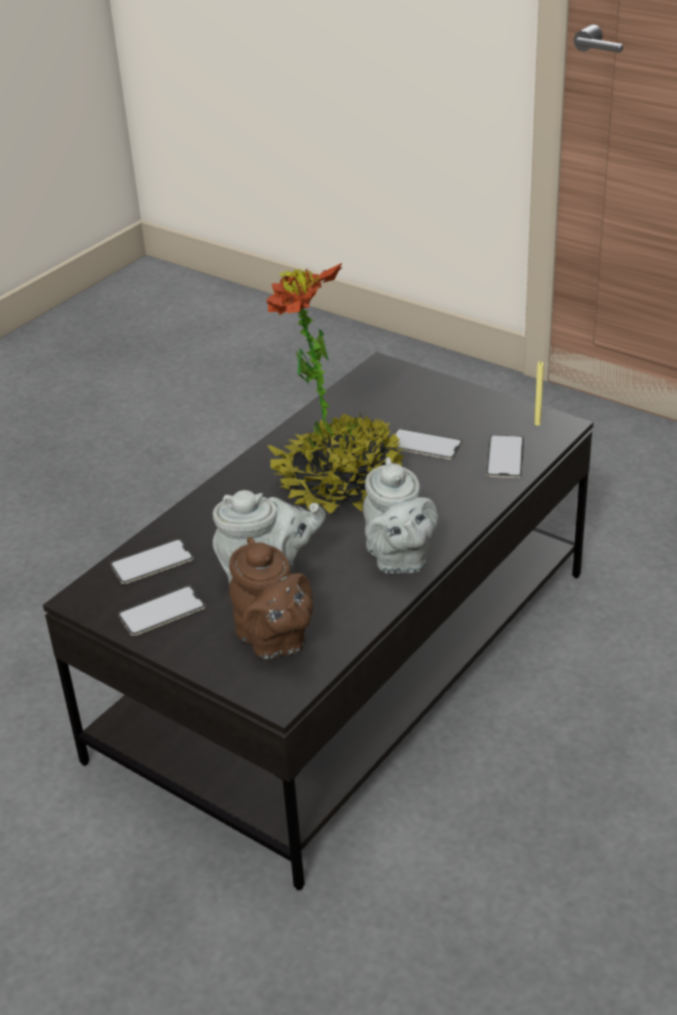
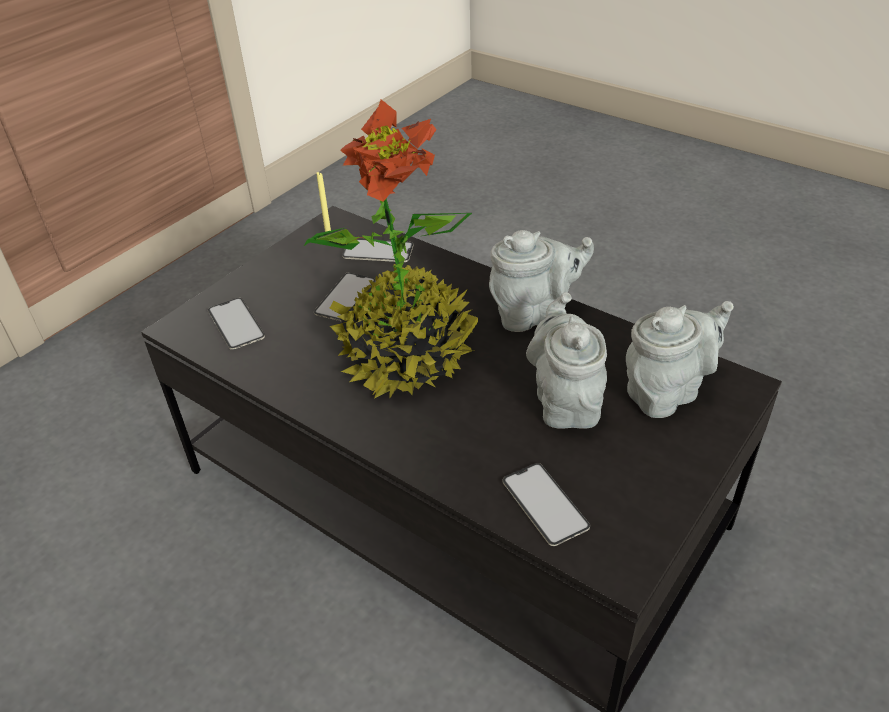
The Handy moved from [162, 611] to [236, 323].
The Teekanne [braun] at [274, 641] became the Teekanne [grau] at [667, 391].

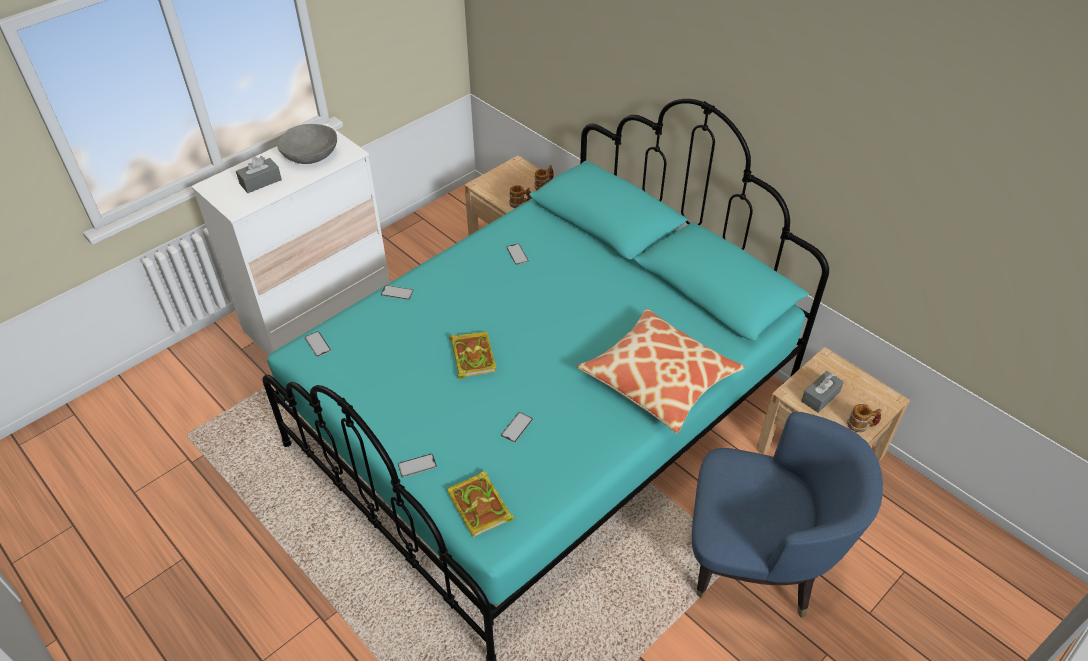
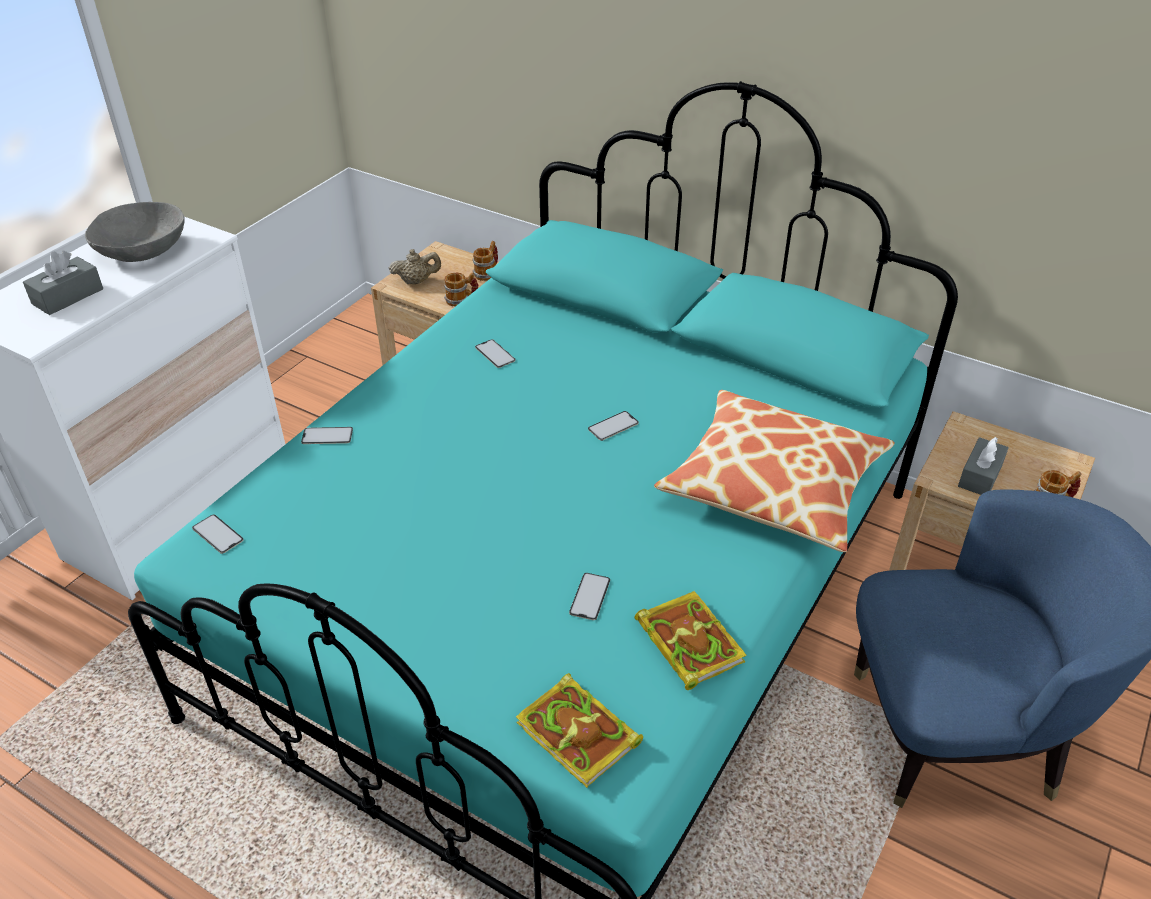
The Handy moved from [417, 465] to [613, 426].
The Buch moved from [472, 355] to [687, 641].
The Teekanne [beige] at [416, 281] appeared.

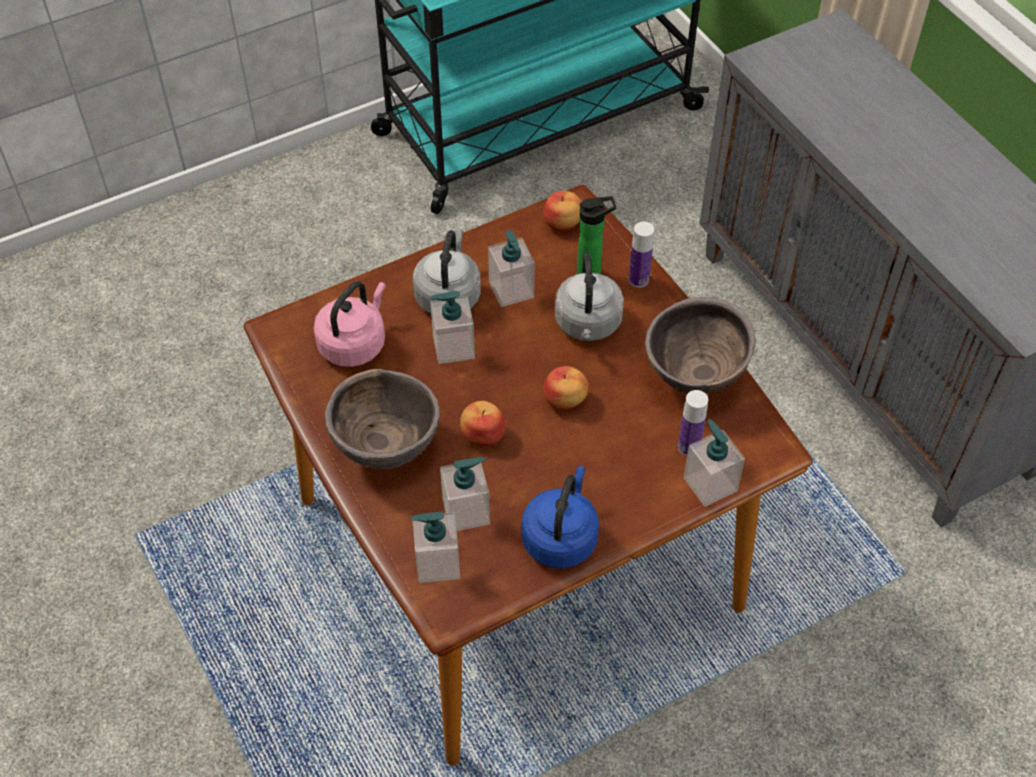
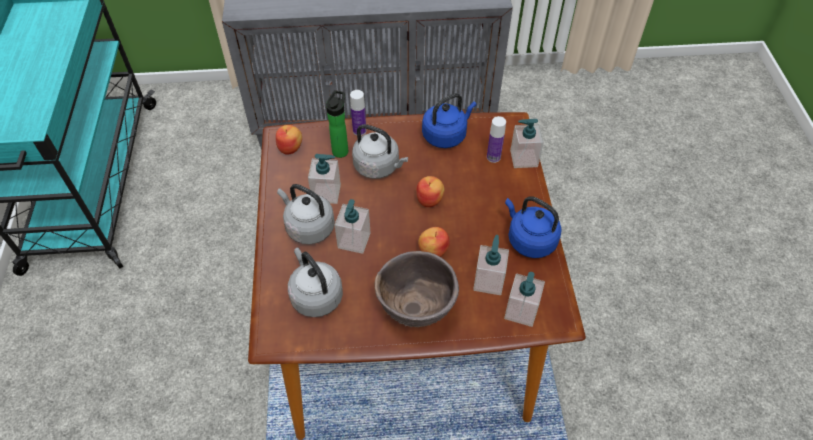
The Wasserkessel [rosa] at [354, 343] became the Wasserkessel [grau] at [315, 295].
The Schüssel [braun] at [694, 377] was replaced by the Wasserkessel [blau] at [446, 135].

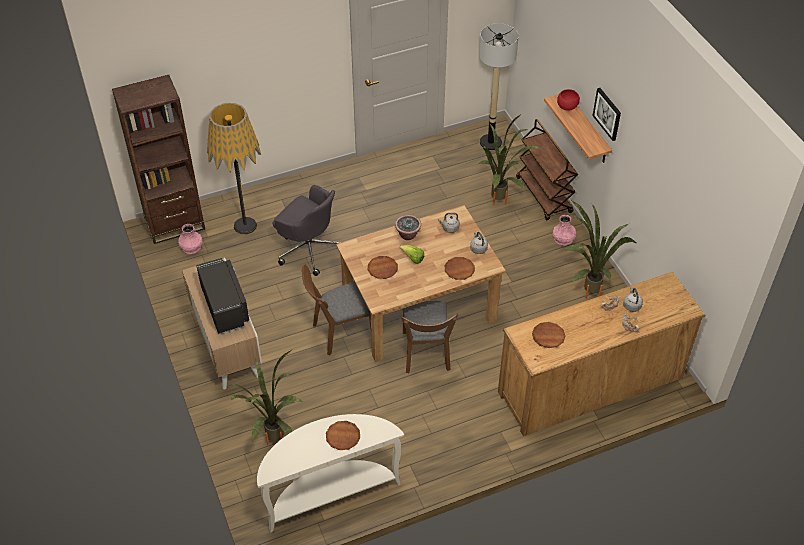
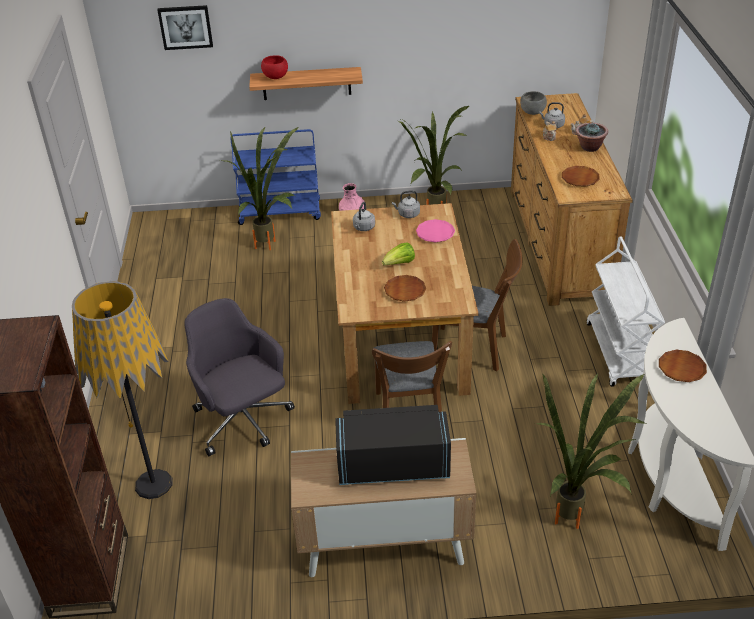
The Vase [rosa] at [191, 247] disappeared.
The Bürostuhl [grau] at [309, 248] turned 90 degrees counterclockwise.
The Topfpflanze moved from [407, 235] to [589, 147].
The Teller [braun] at [459, 270] became the Teller [rosa] at [435, 233].
The Stehlampe at [490, 142] disappeared.
The Rollwagen [braun] at [544, 195] became the Rollwagen [blau] at [280, 213].
The Bild moved from [607, 113] to [185, 27].
The Schüssel [grau] at [532, 112] appeared.
The Rollwagen [weiß] at [619, 353] appeared.

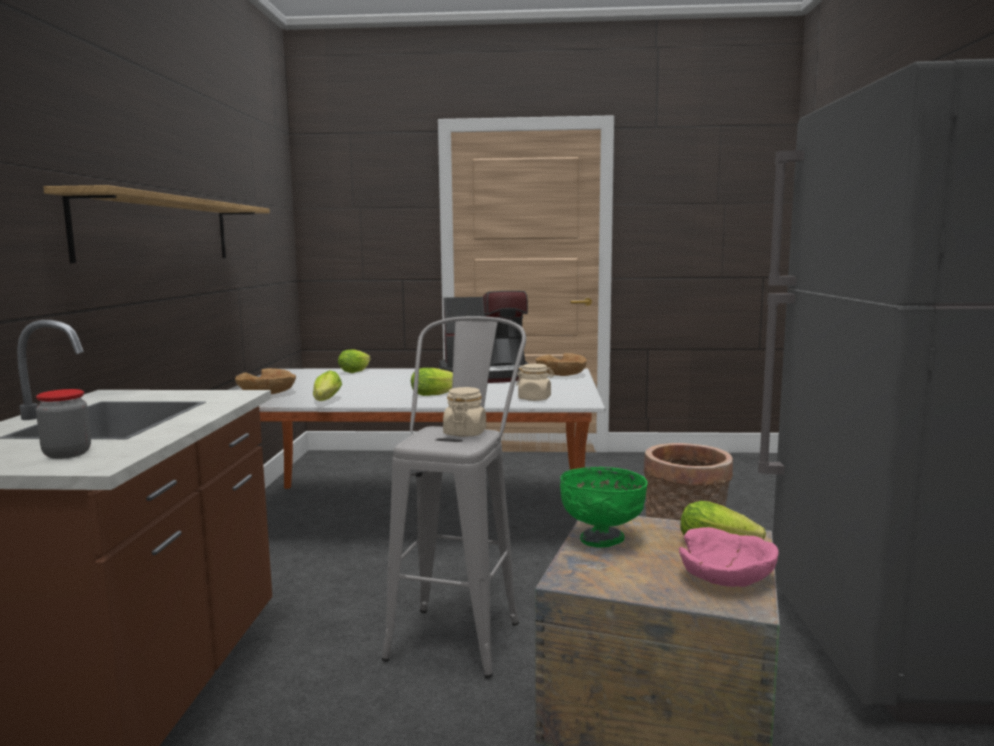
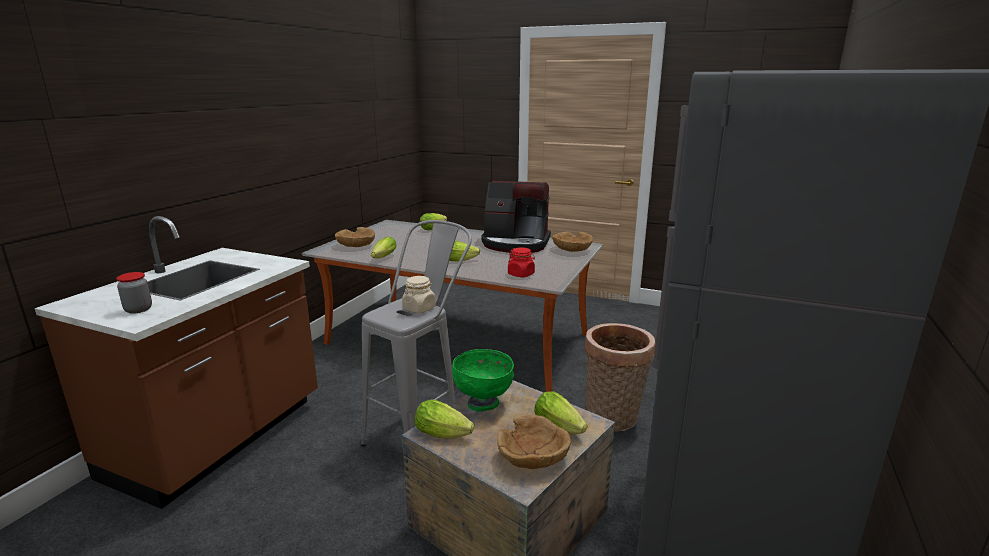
The Wandregal at [159, 230] disappeared.
The Vorratsglas [beige] at [535, 399] became the Vorratsglas [rot] at [521, 274].
The Schüssel [rosa] at [726, 578] became the Schüssel [braun] at [533, 457].
The Salatkopf at [445, 434] appeared.

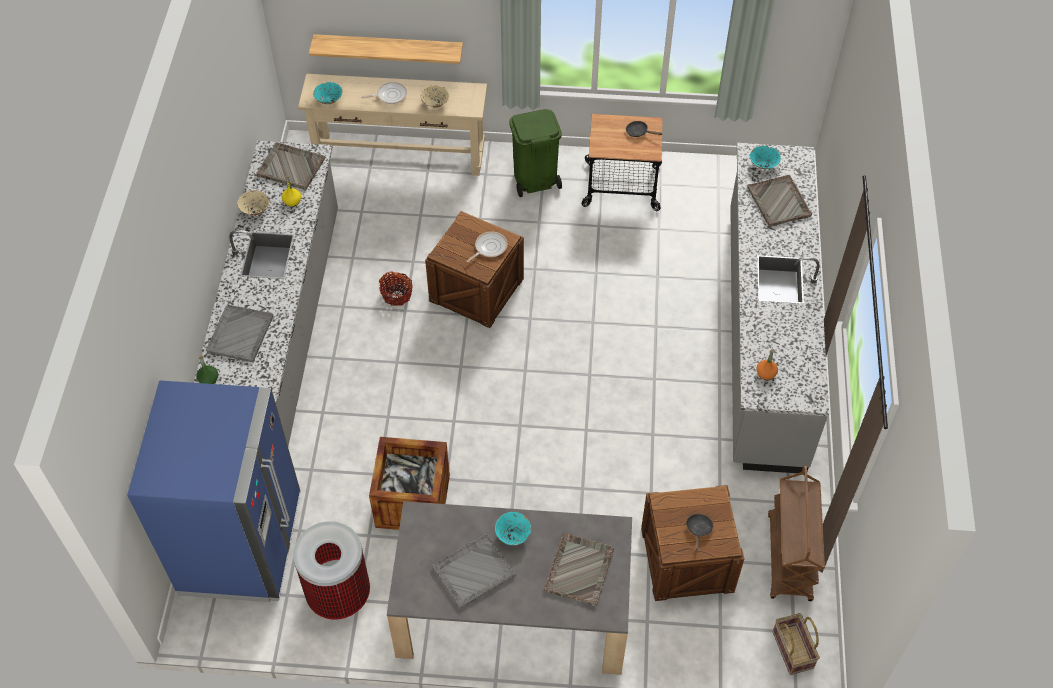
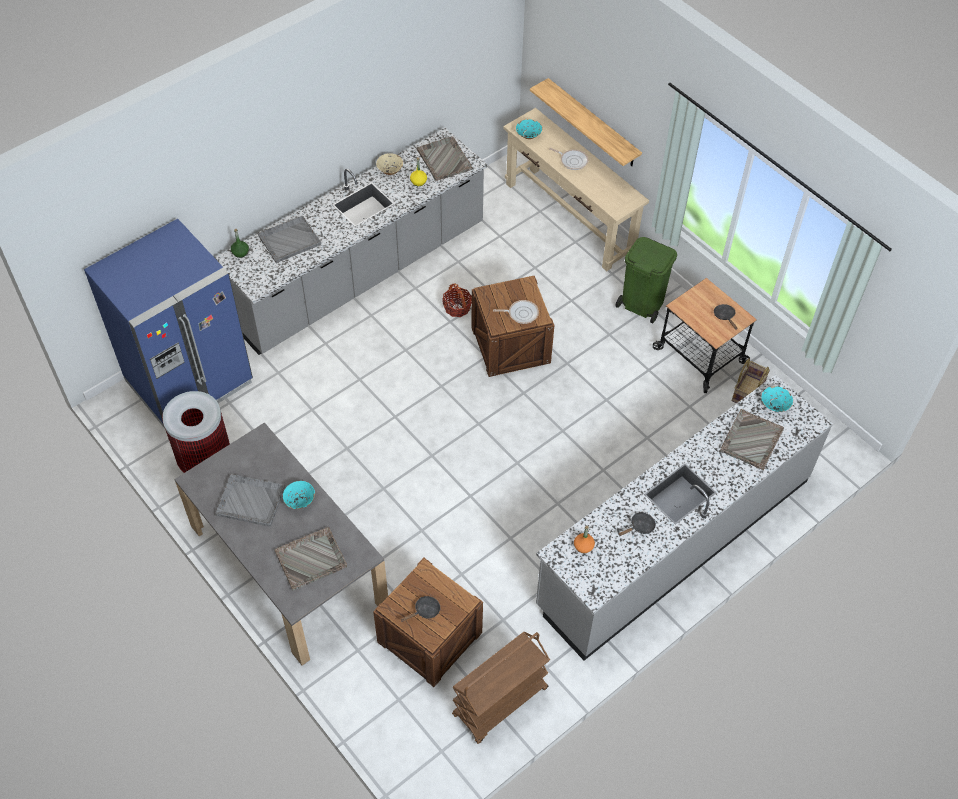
The Kiste at [413, 501] disappeared.
The Schüssel [beige] at [435, 103] disappeared.
The Korb moved from [791, 650] to [747, 391].
The Pfanne [schwarz] at [640, 526] appeared.

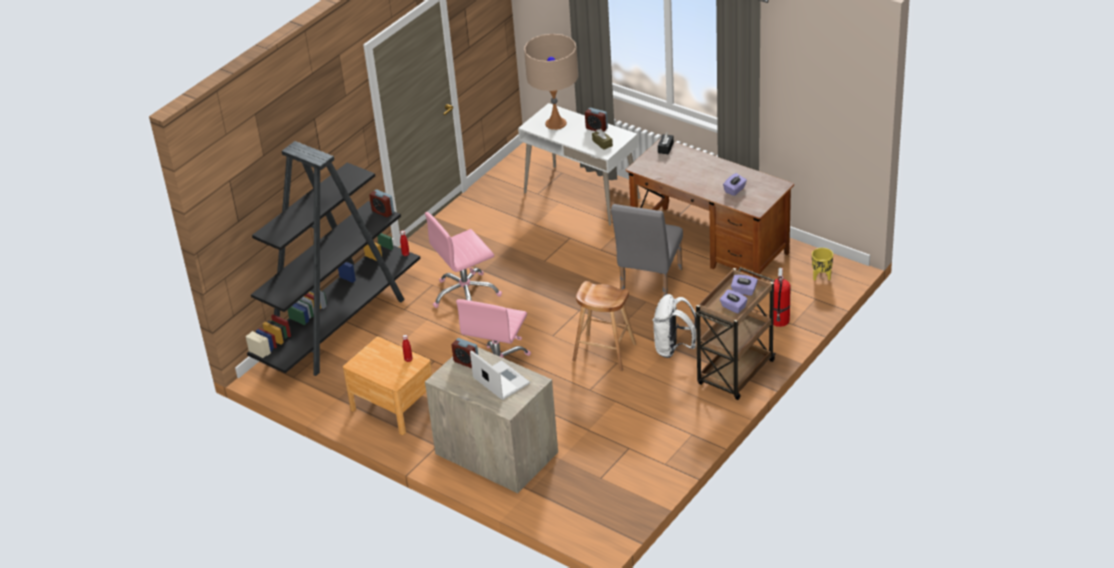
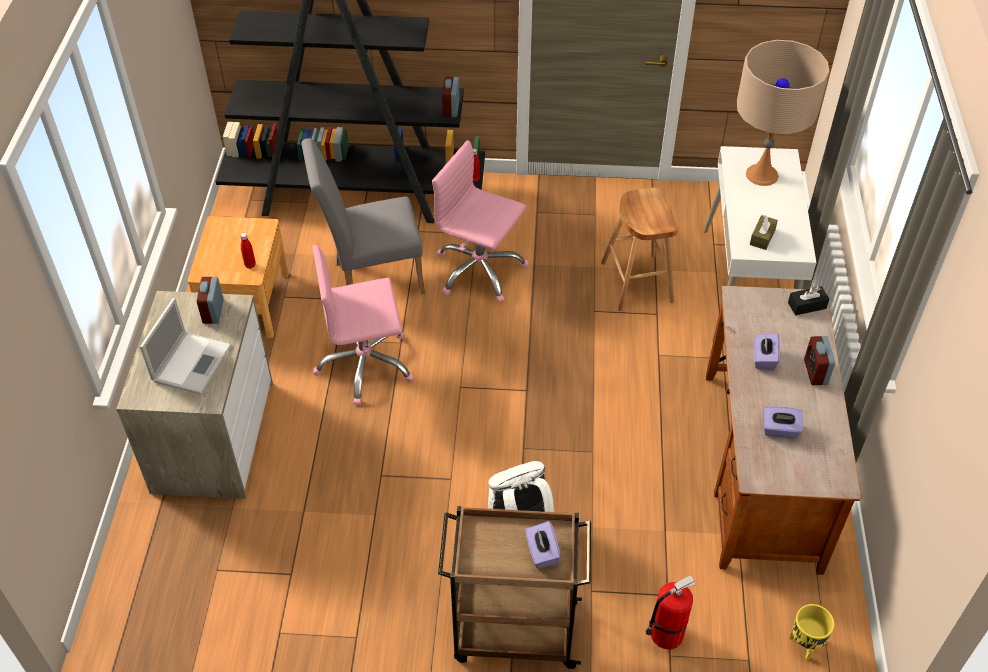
The Hocker [braun] moved from [604, 352] to [637, 282].
The Wecker moved from [596, 128] to [815, 372].
The Stuhl [grau] moved from [649, 286] to [371, 278].
The Taschentuchbox [lila] moved from [733, 307] to [763, 358].

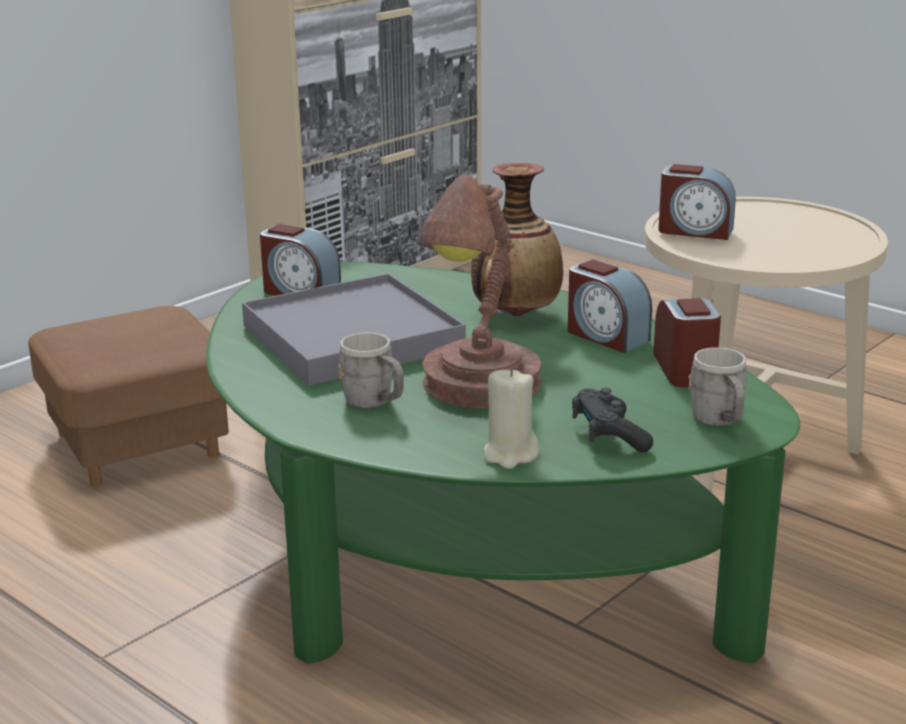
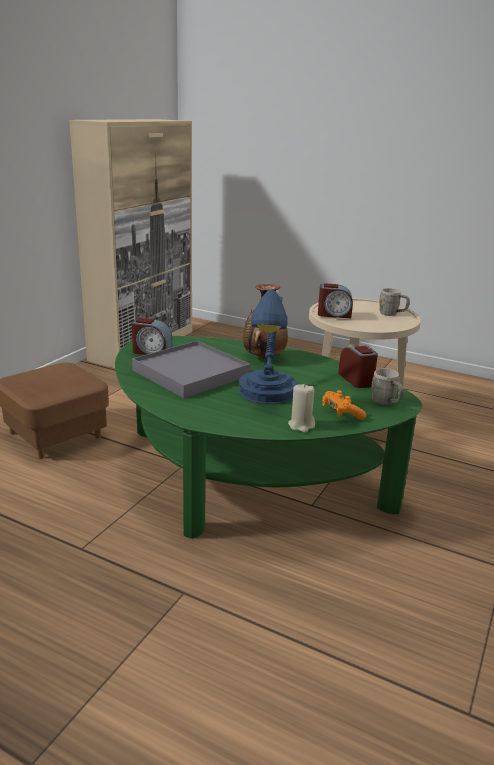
The Henkelbecher [grau] moved from [375, 403] to [392, 314].
The Tischlampe [braun] at [478, 387] became the Tischlampe [blau] at [267, 393].
The Wecker at [606, 336] disappeared.
The Gamepad [schwarz] at [609, 436] became the Gamepad [orange] at [341, 413].

